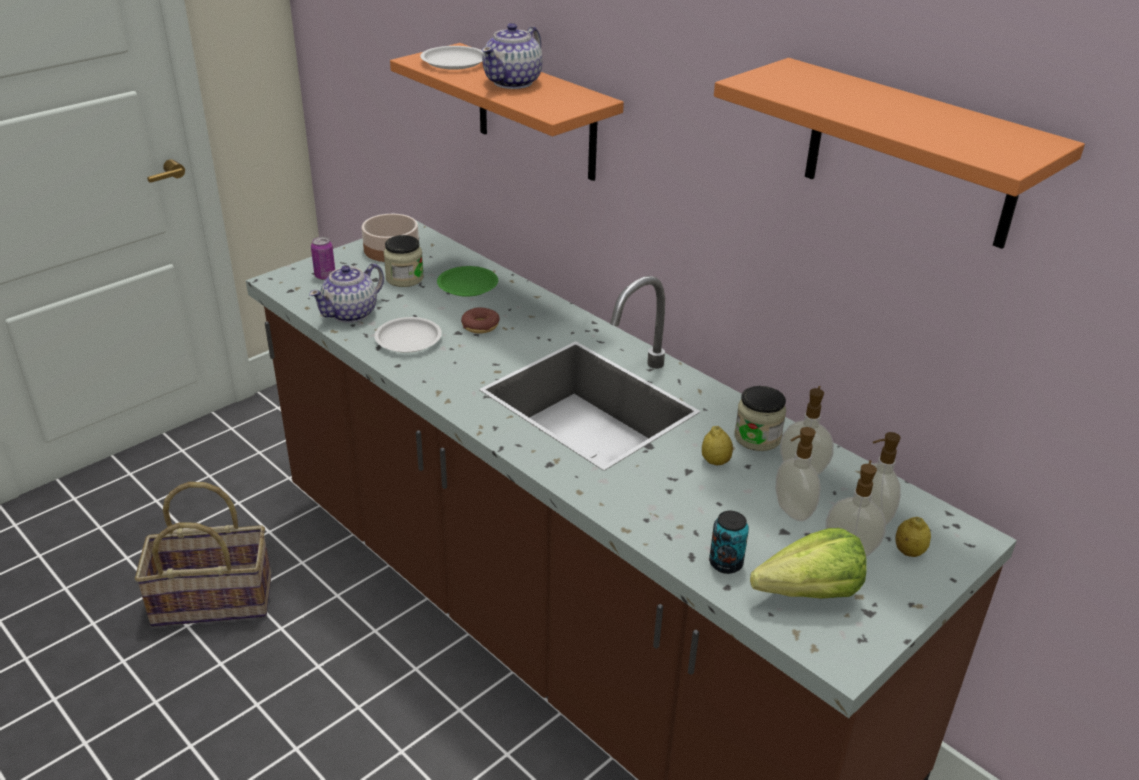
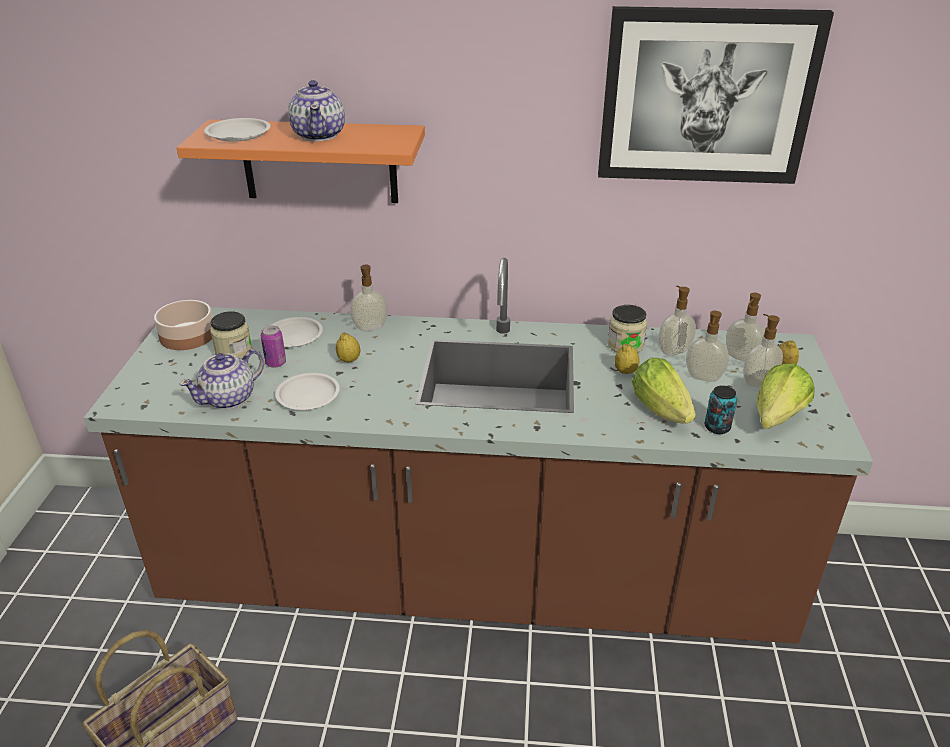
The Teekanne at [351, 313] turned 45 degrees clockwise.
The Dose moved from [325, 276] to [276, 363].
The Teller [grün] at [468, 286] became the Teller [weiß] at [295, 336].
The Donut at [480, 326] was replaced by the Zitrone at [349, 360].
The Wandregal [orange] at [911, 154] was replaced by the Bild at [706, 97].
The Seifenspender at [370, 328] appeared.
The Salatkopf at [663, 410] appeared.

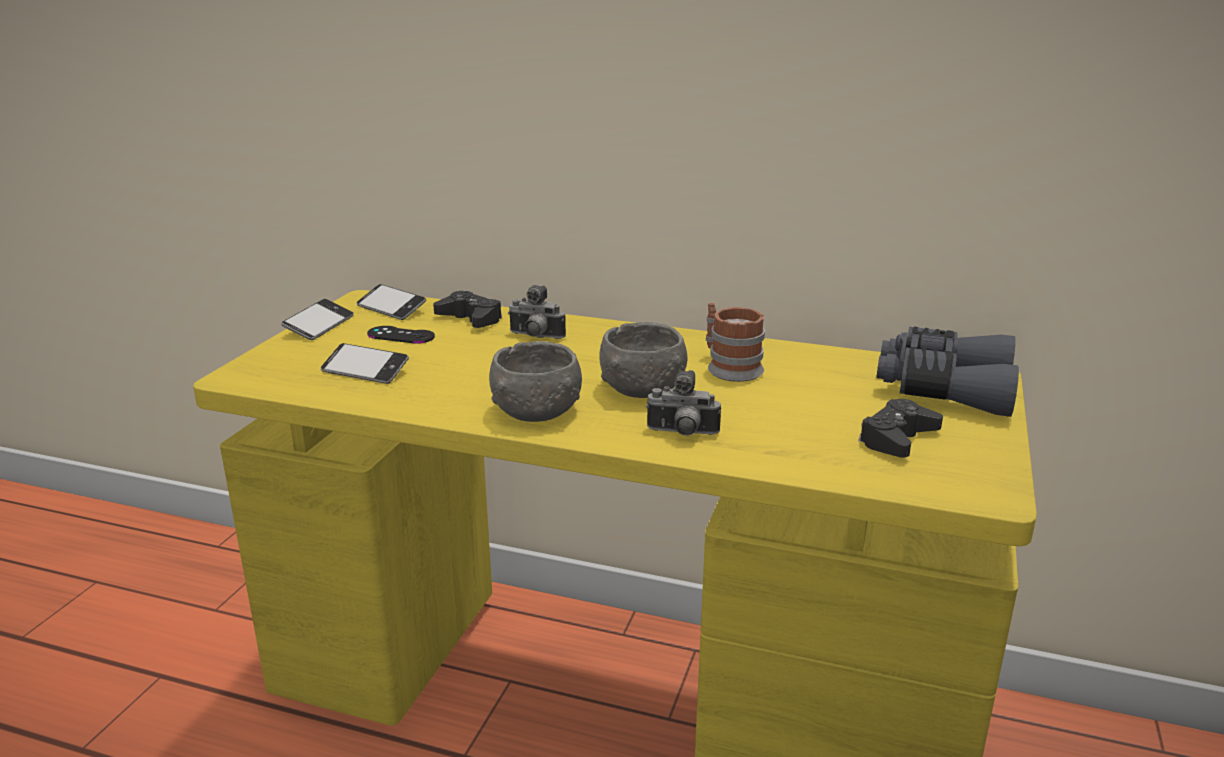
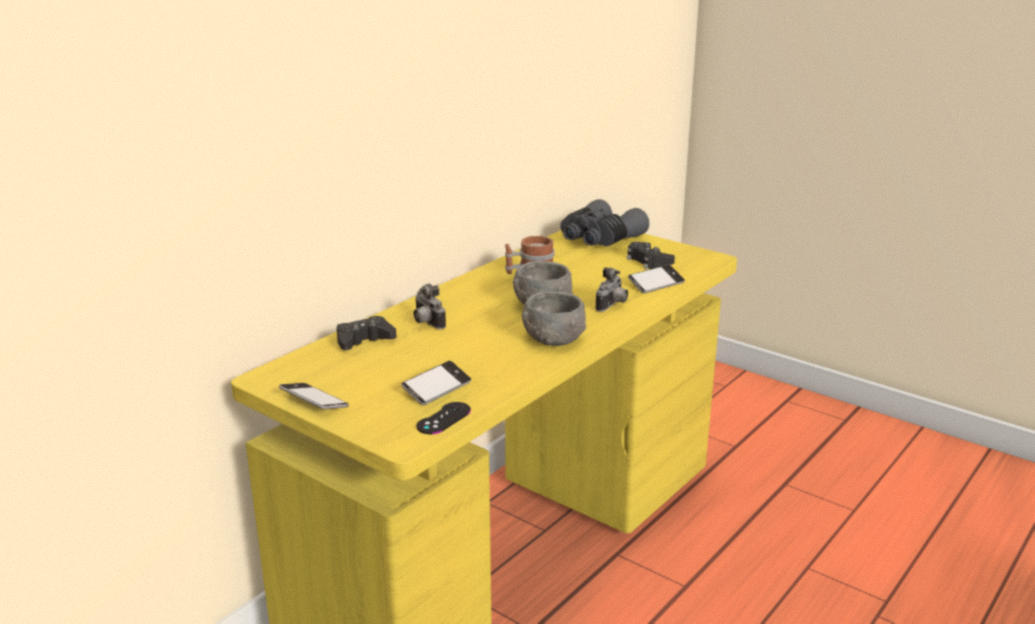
The Handy moved from [391, 308] to [656, 284].
The Gamepad [schwarz] moved from [401, 335] to [444, 418].
The Kamera at [535, 337] turned 105 degrees clockwise.

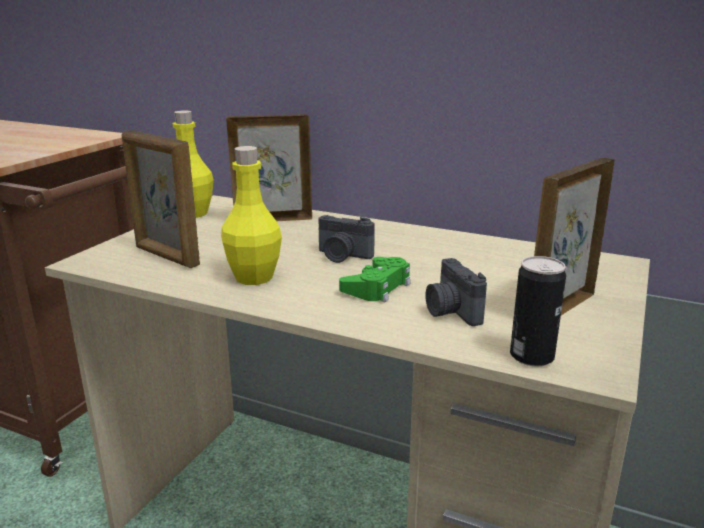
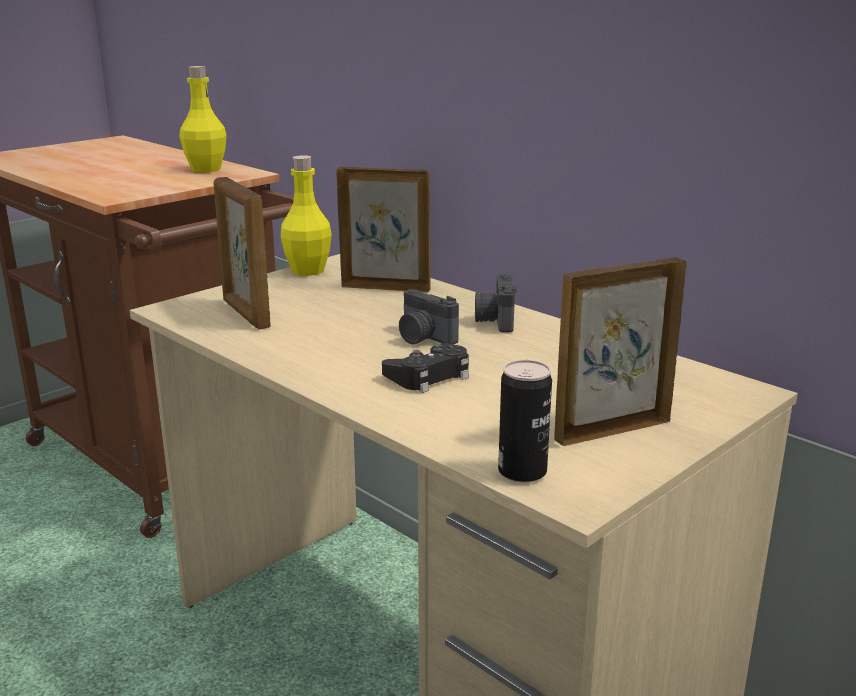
The Flasche [gelb] moved from [254, 277] to [206, 169].
The Gamepad [grün] at [377, 287] became the Gamepad [schwarz] at [429, 376].
The Kamera moved from [451, 311] to [494, 321].

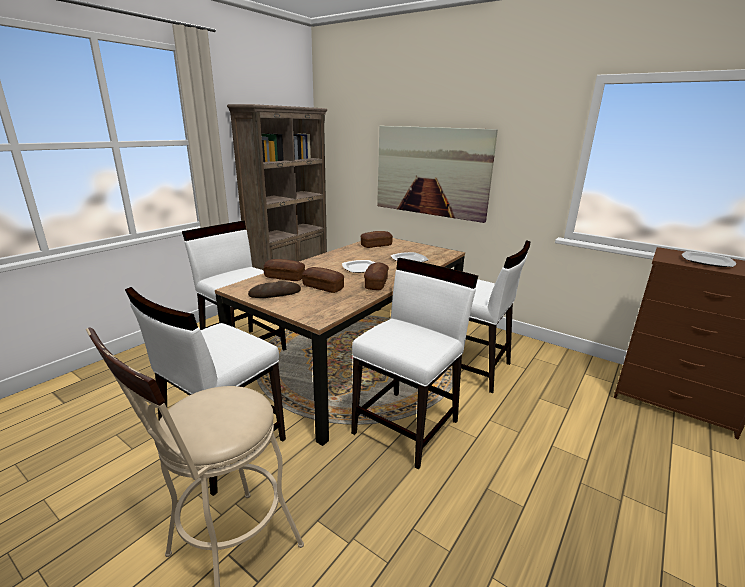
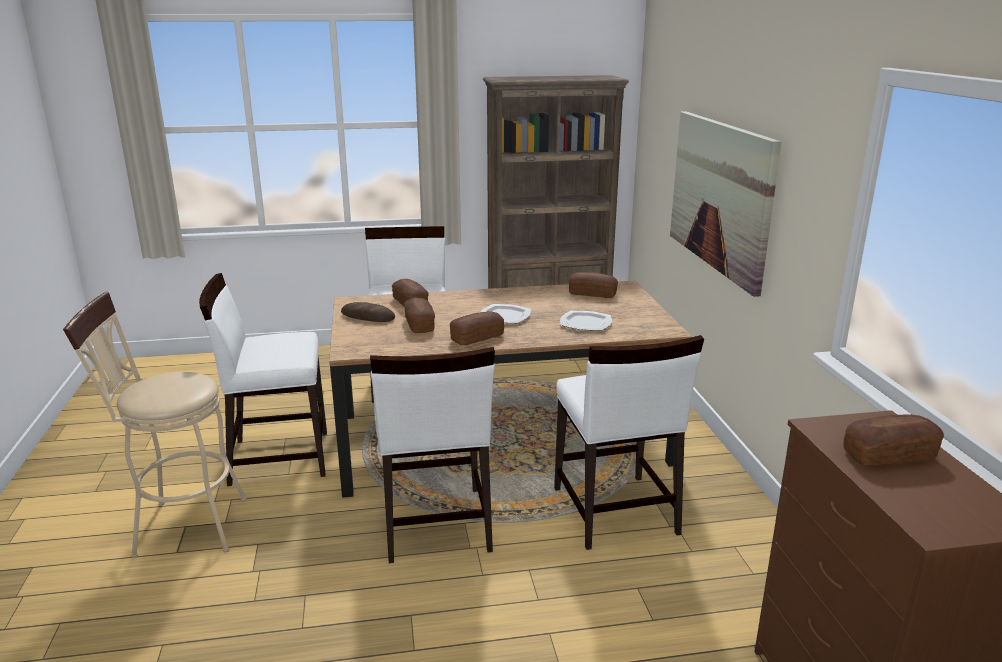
The Stuhl [weiß] at [407, 426] turned 90 degrees clockwise.
The Teller at [706, 261] was replaced by the Brot at [889, 455].

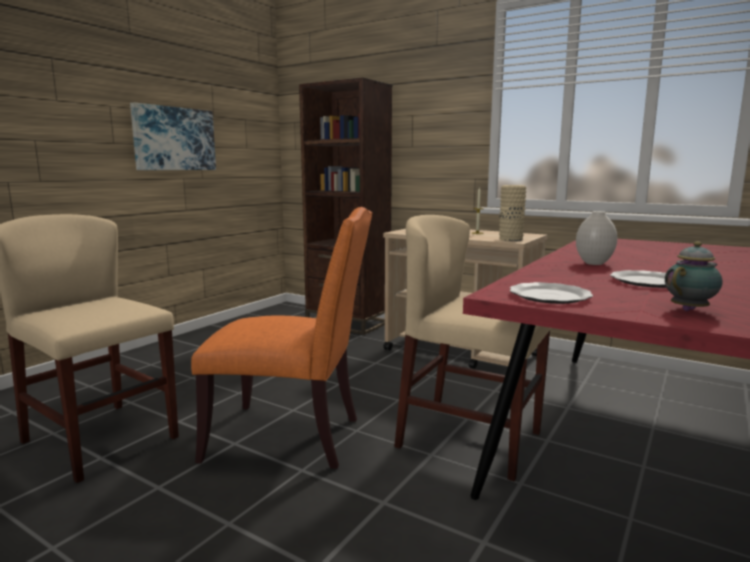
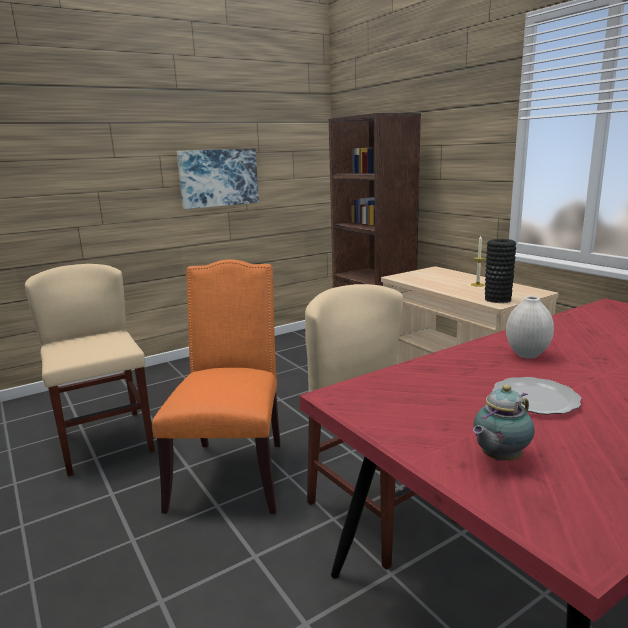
The Stuhl [orange] at [291, 437] turned 120 degrees counterclockwise.
The Vase [beige] at [510, 239] became the Vase [schwarz] at [497, 299].
The Teller at [550, 296] disappeared.
The Teekanne at [690, 310] turned 150 degrees clockwise.

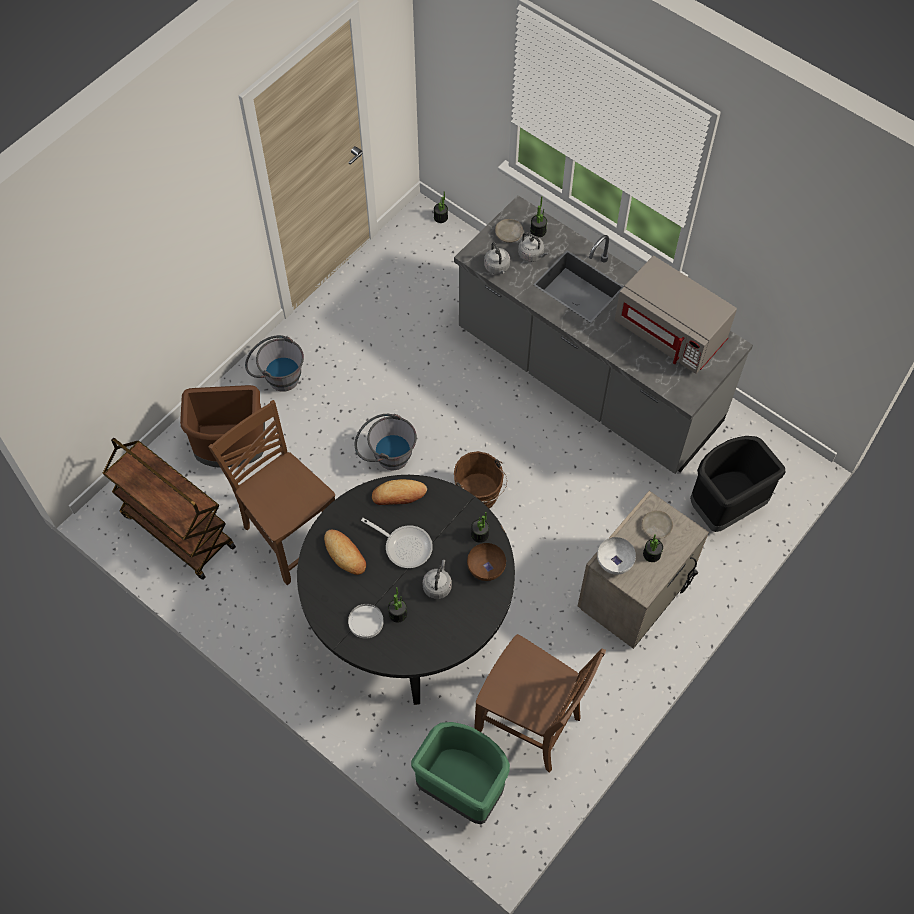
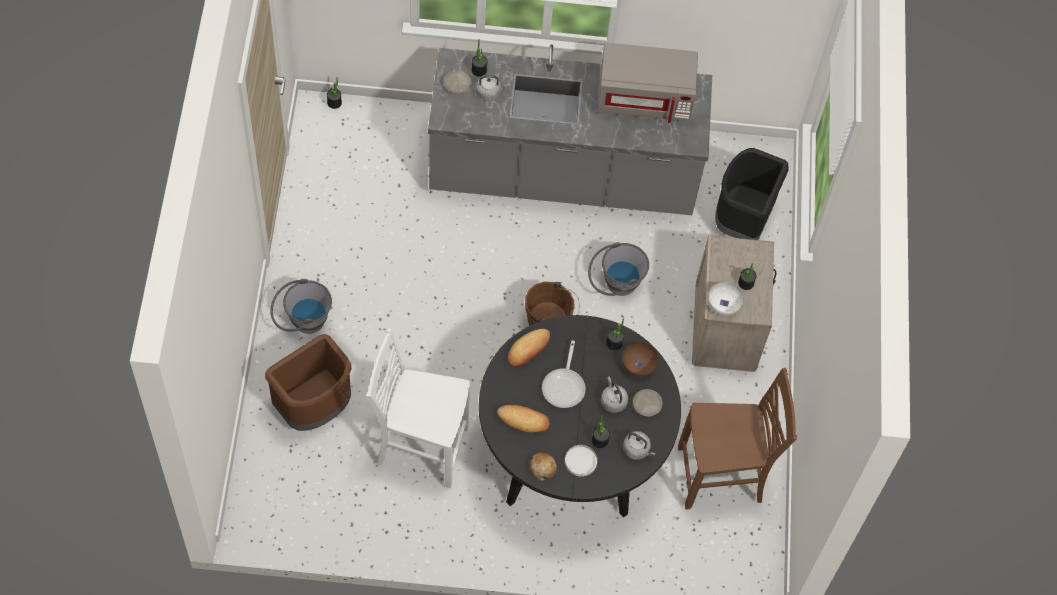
The Rollwagen [braun] at [177, 530] disappeared.
The Stuhl [braun] at [290, 535] became the Stuhl [weiß] at [420, 446].
The Eimer [grau] moved from [386, 455] to [615, 285].
The Pfanne at [405, 546] turned 105 degrees clockwise.
The Mülleimer [grün] at [461, 787] disappeared.
The Wasserkessel [grau] moved from [497, 267] to [637, 450].
The Teller [beige] moved from [656, 527] to [646, 405].
The Brot at [542, 468] appeared.

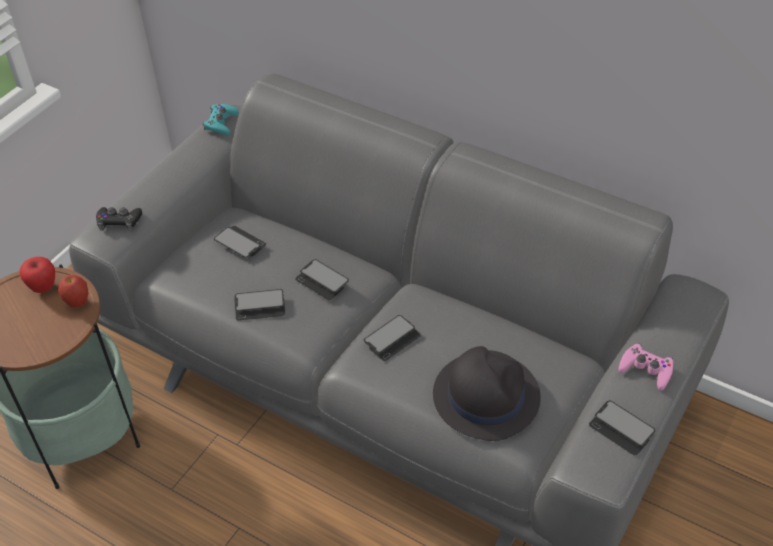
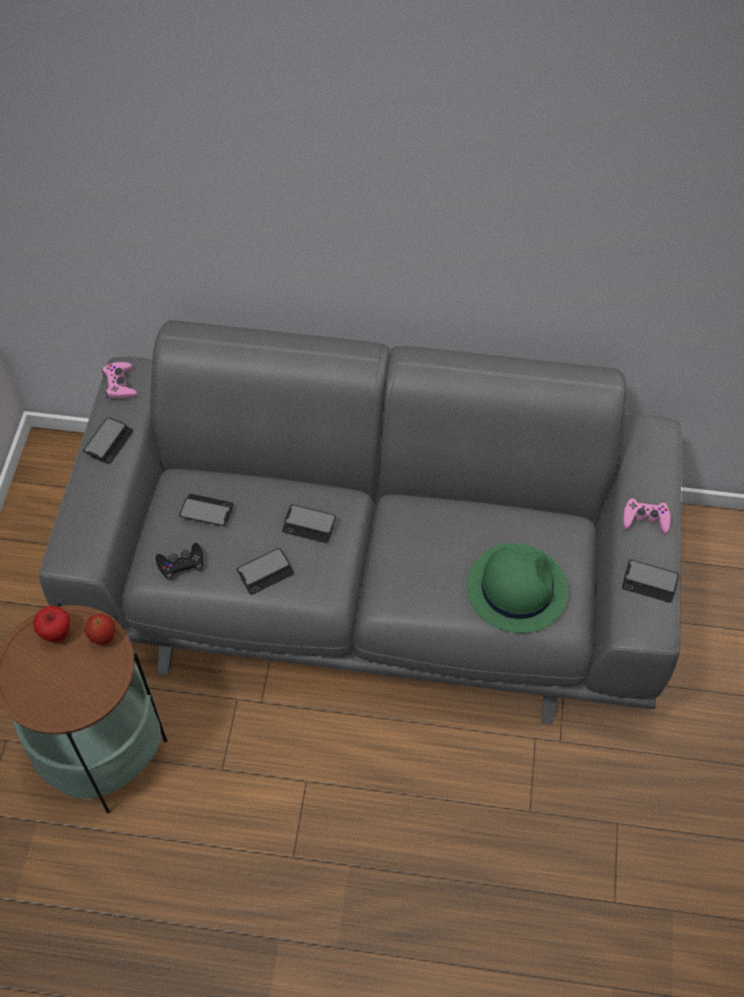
The Gamepad [schwarz] moved from [119, 221] to [181, 564].
The Gamepad [türkis] at [221, 123] became the Gamepad [rosa] at [120, 384].
The Handy moved from [392, 339] to [108, 441].
The Hut [schwarz] at [485, 395] became the Hut [grün] at [516, 588].

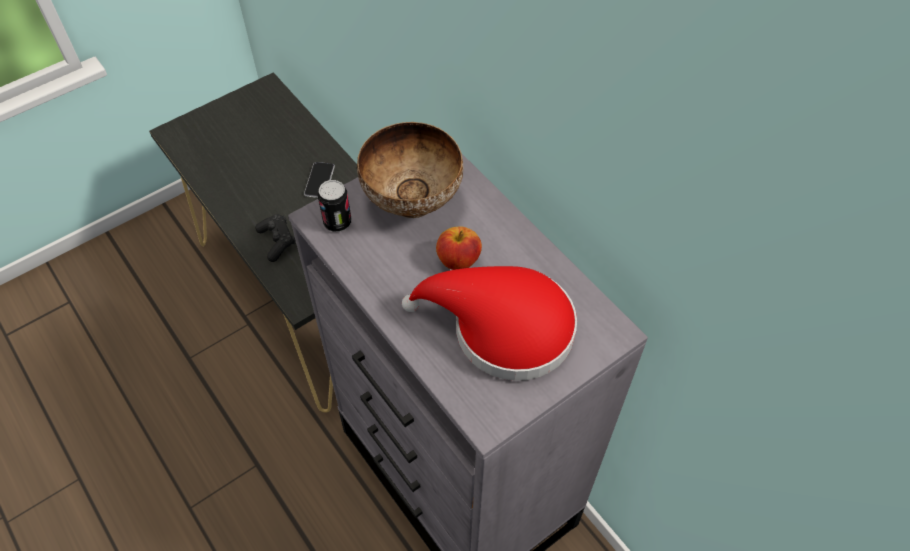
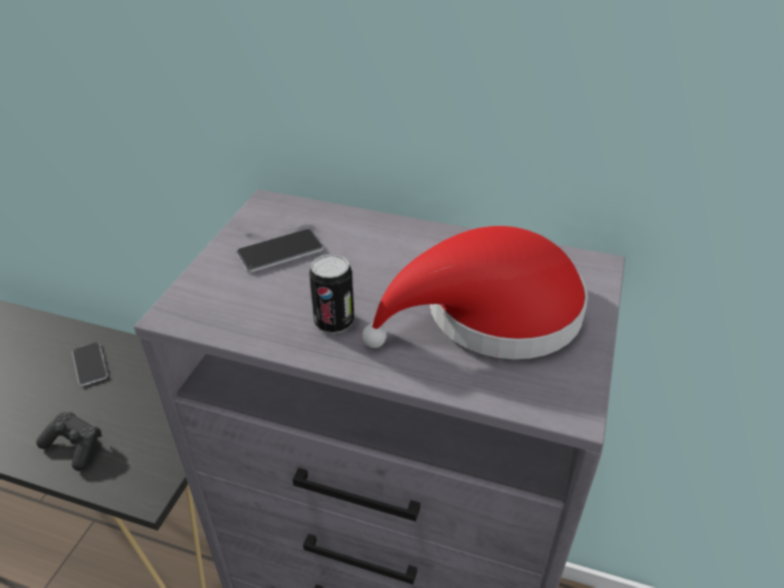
The Dose moved from [337, 222] to [334, 322].
The Schüssel at [411, 200] was replaced by the Handy at [280, 252].
The Apfel at [458, 261] disappeared.

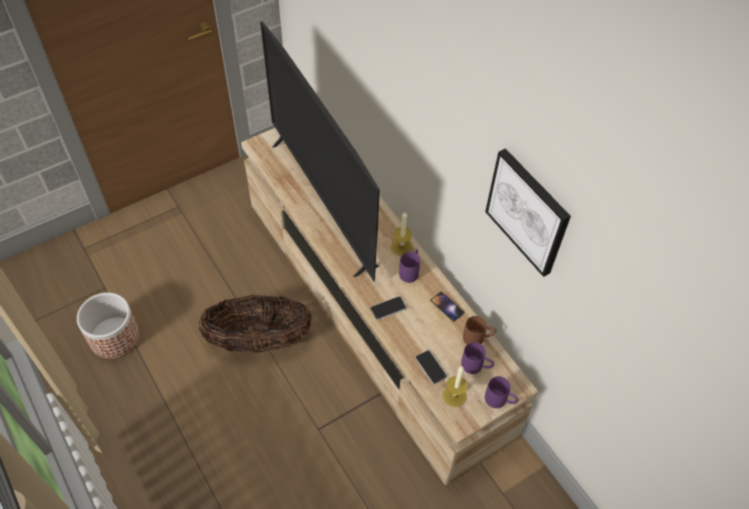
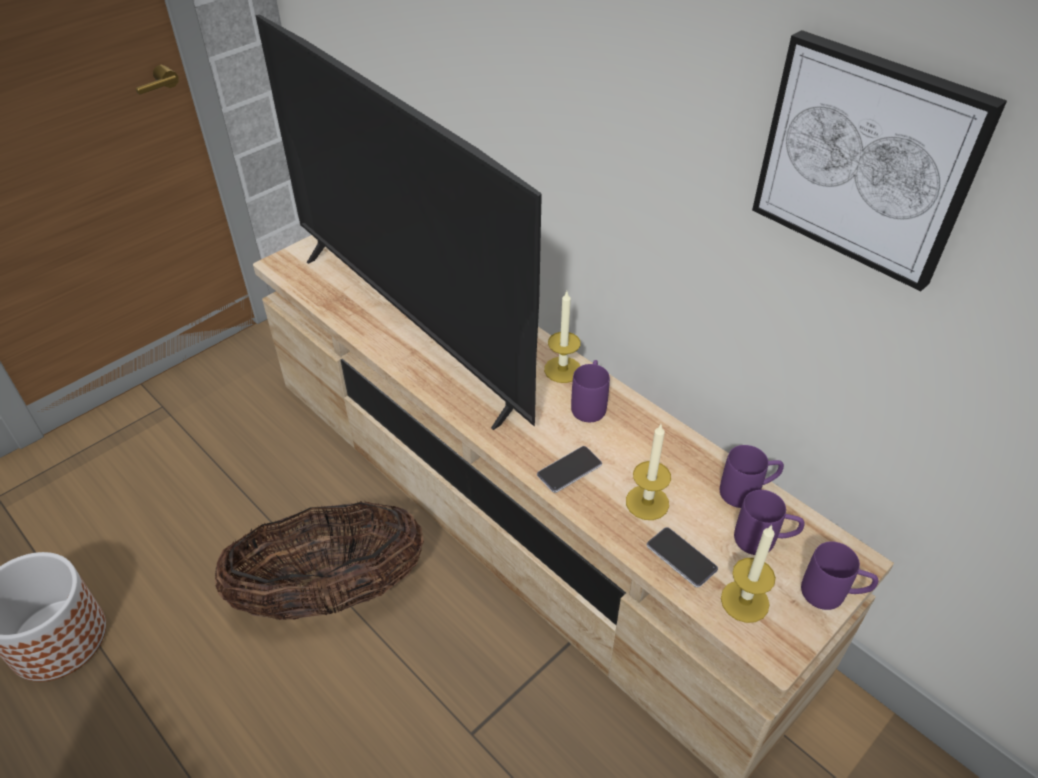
The Handy at [447, 306] disappeared.
The Henkelbecher [braun] at [478, 338] became the Henkelbecher [lila] at [747, 492].
The Kerze at [647, 502] appeared.

